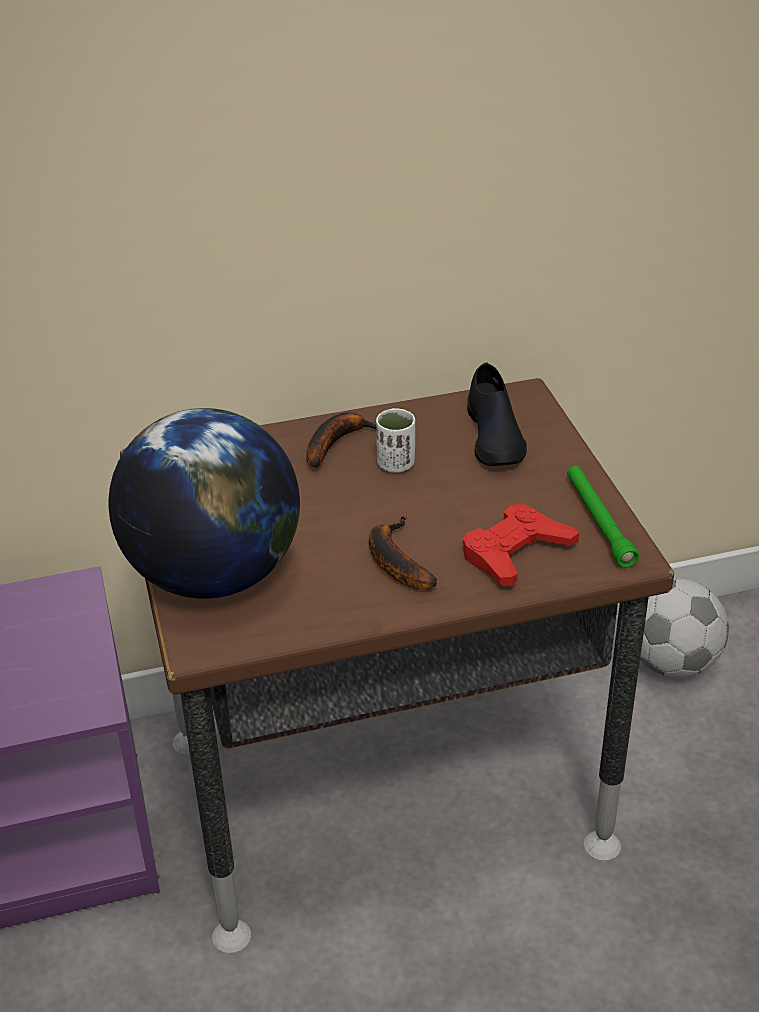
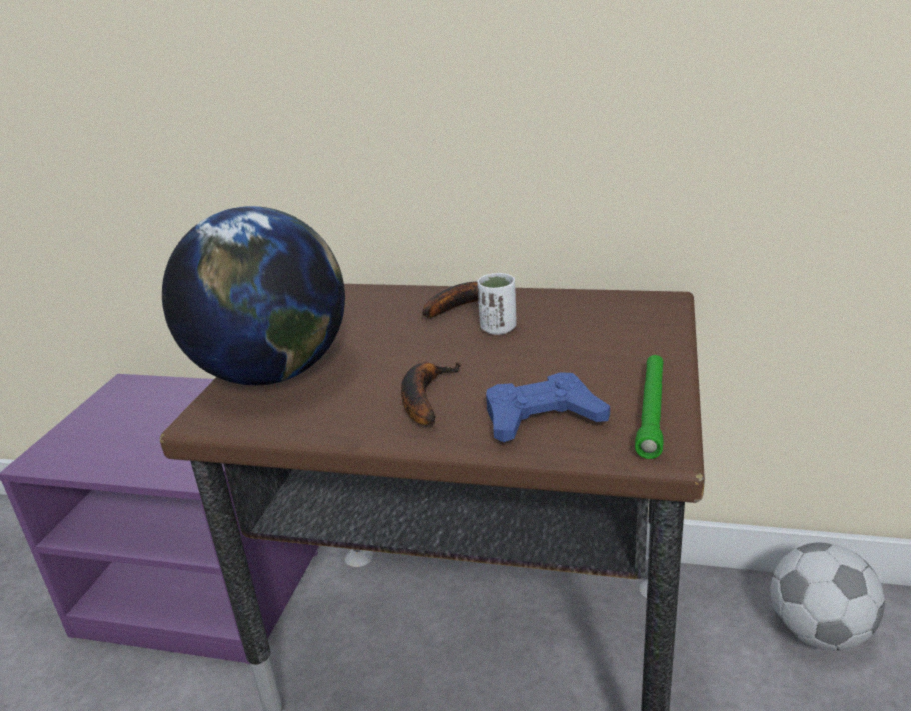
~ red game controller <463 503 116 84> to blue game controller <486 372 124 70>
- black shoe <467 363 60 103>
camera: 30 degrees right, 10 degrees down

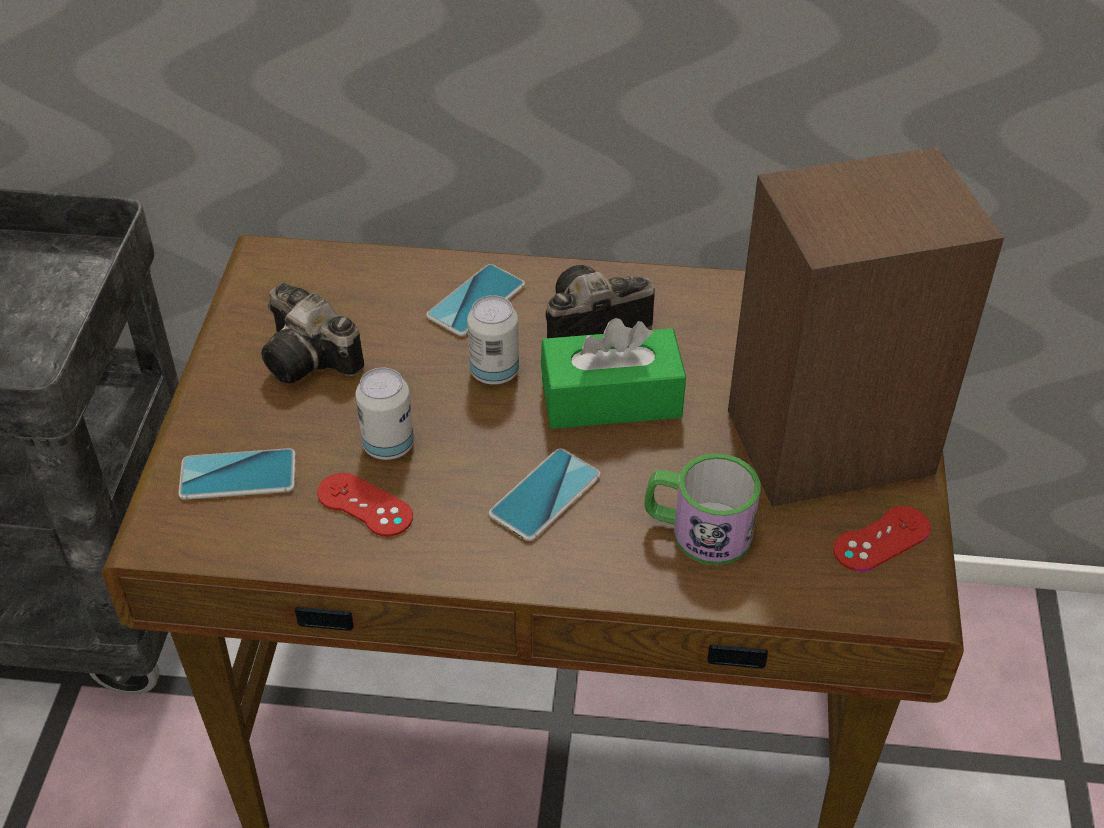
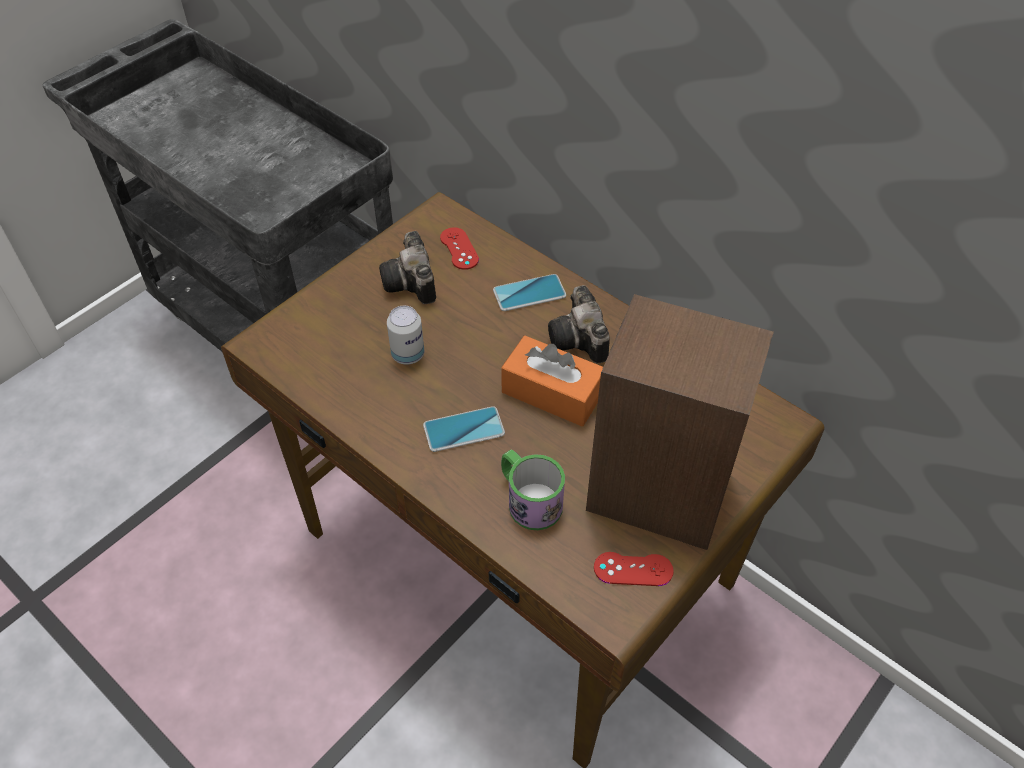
- phone <178 448 118 52>
~ red game controller <317 473 96 64> to <440 227 39 43>
- can <467 295 52 90>
~ green tissue box <541 318 145 111> to orange tissue box <501 336 102 90>
~ photo camera <545 265 110 73> = <548 285 62 78> 120 degrees counterclockwise
camera: 35 degrees right, 5 degrees up

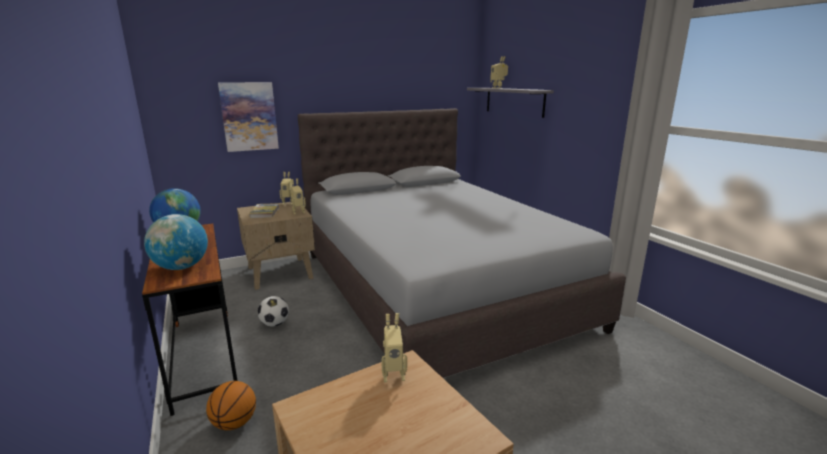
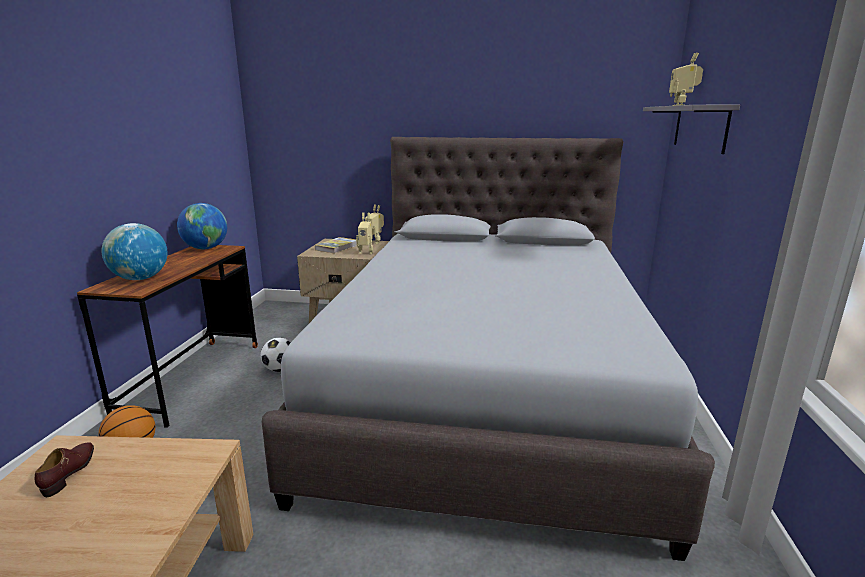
- picture <218 82 61 70>
- toy robot <381 313 26 70>
+ brown shoe <35 442 59 55>
camera: 35 degrees right, 0 degrees up

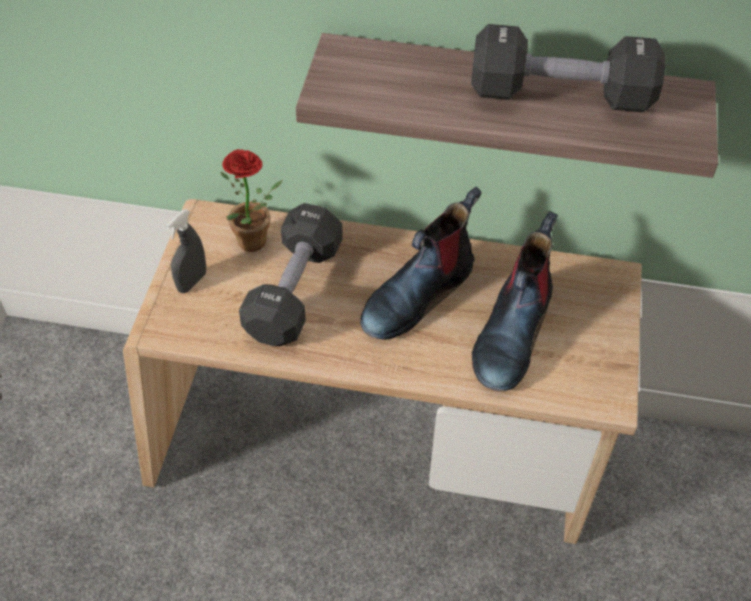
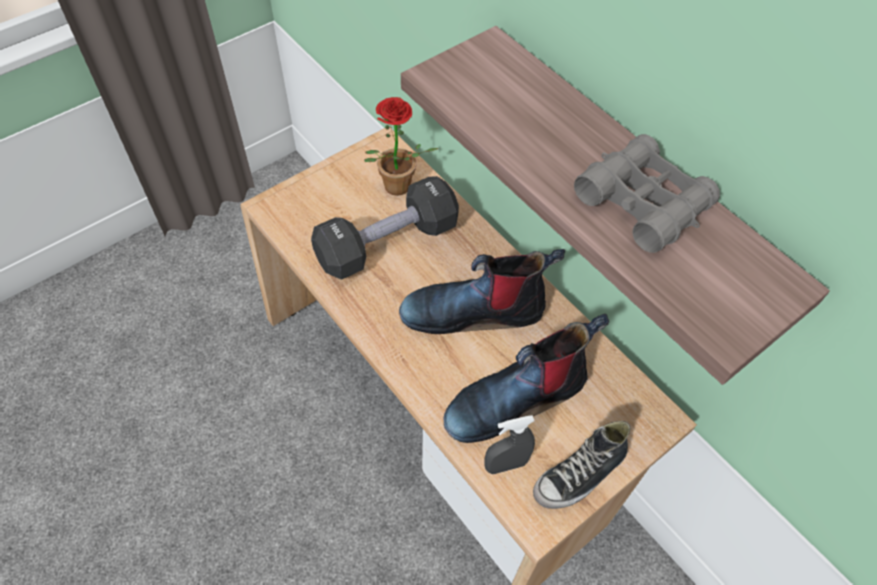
~ grey spray bottle <166 209 40 84> to <484 415 51 59>
~ black dumbbell <471 24 195 88> to grey binoculars <574 134 146 119>
+ shoe <533 421 97 88>
camera: 40 degrees right, 5 degrees up

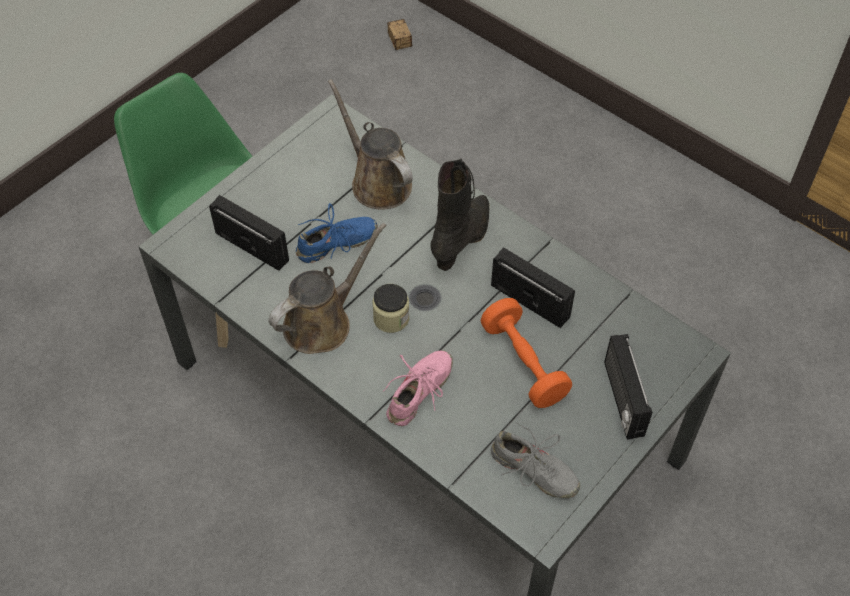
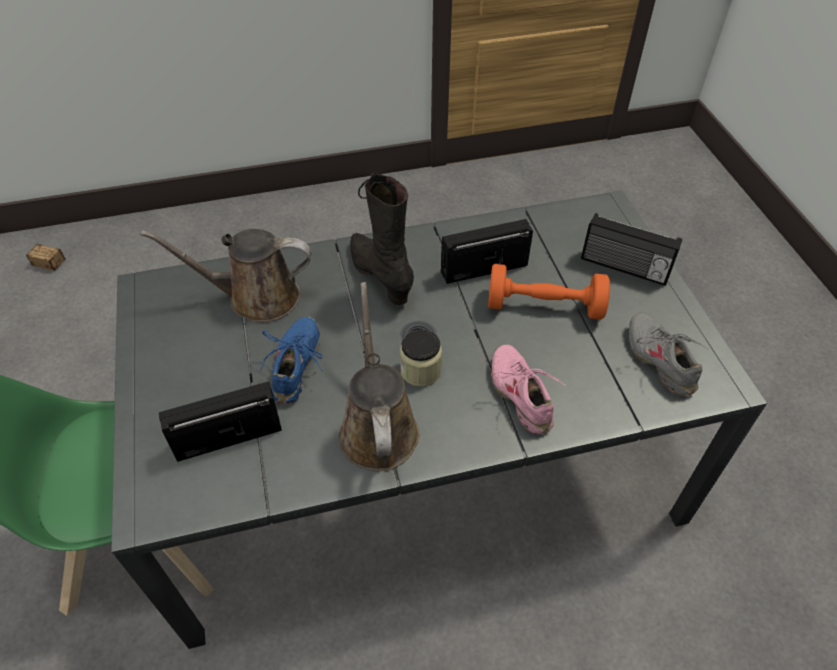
~ grey shoe <491 422 89 76> = <629 312 79 84> 90 degrees counterclockwise
camera: 55 degrees left, 5 degrees down

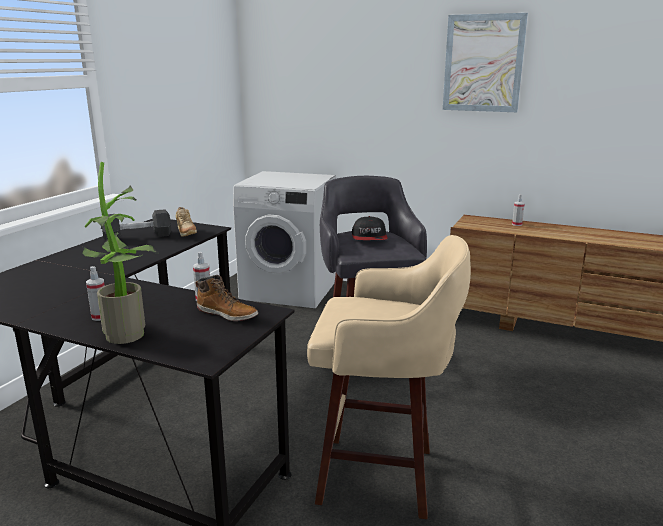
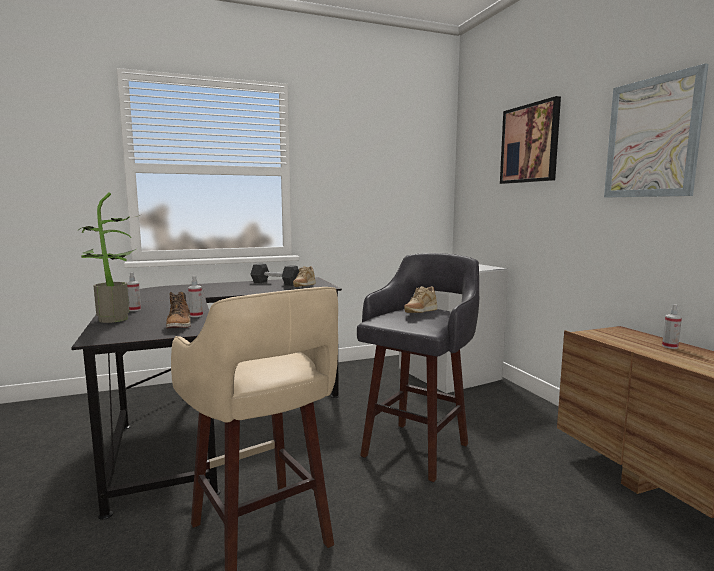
~ cap <352 216 36 24> to beige shoe <404 286 33 27>
+ picture <500 96 61 88>
camera: 45 degrees right, 10 degrees down

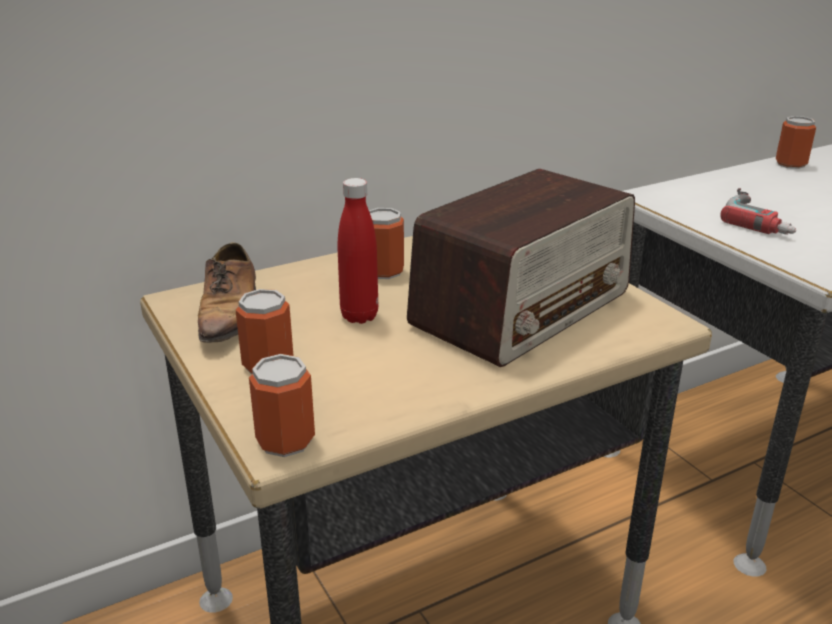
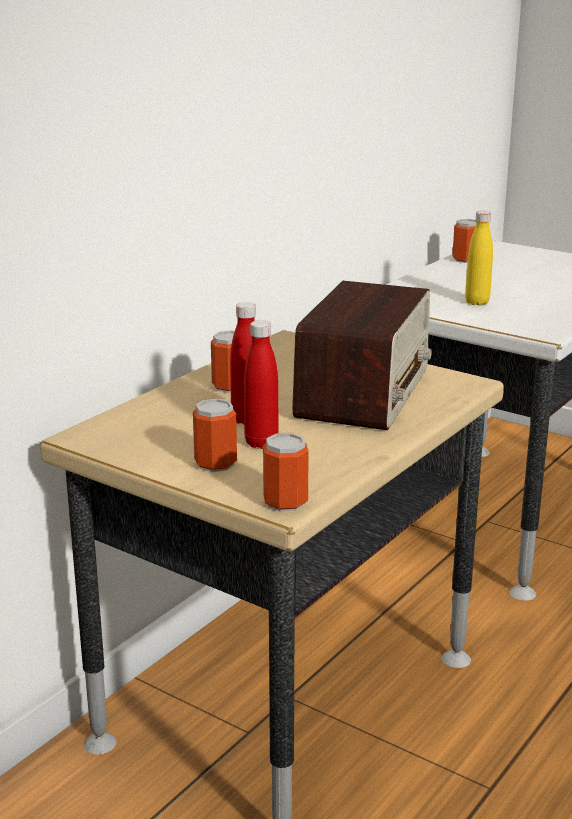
- shoe <198 242 58 110>
~ power drill <720 188 76 47> to yellow bottle <465 211 28 95>
+ red bottle <244 320 35 129>
camera: 25 degrees left, 5 degrees down

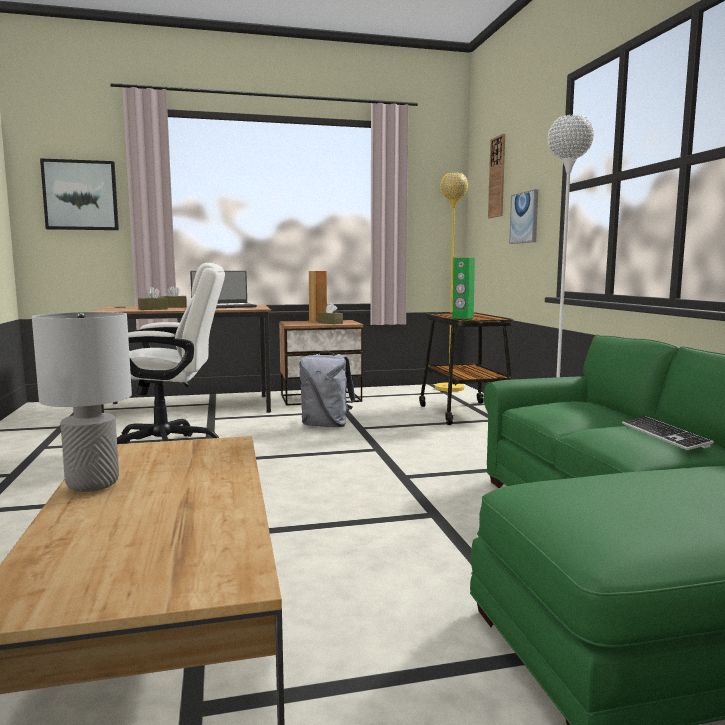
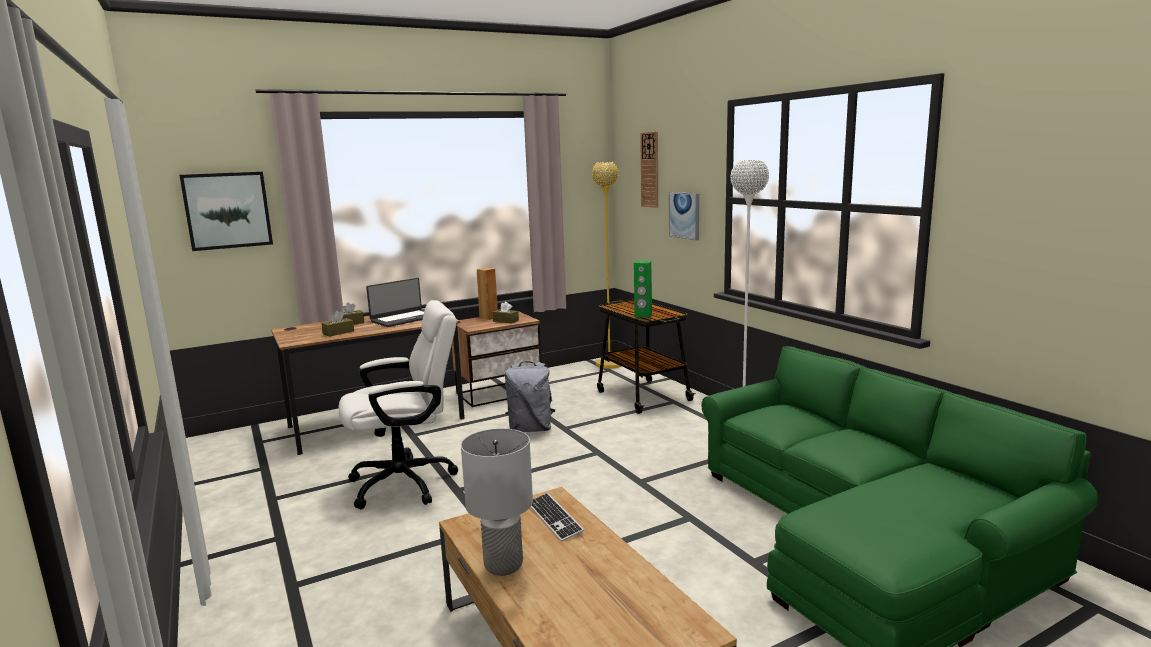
~ keyboard <622 416 92 34> to <531 493 53 49>
camera: 15 degrees left, 5 degrees up

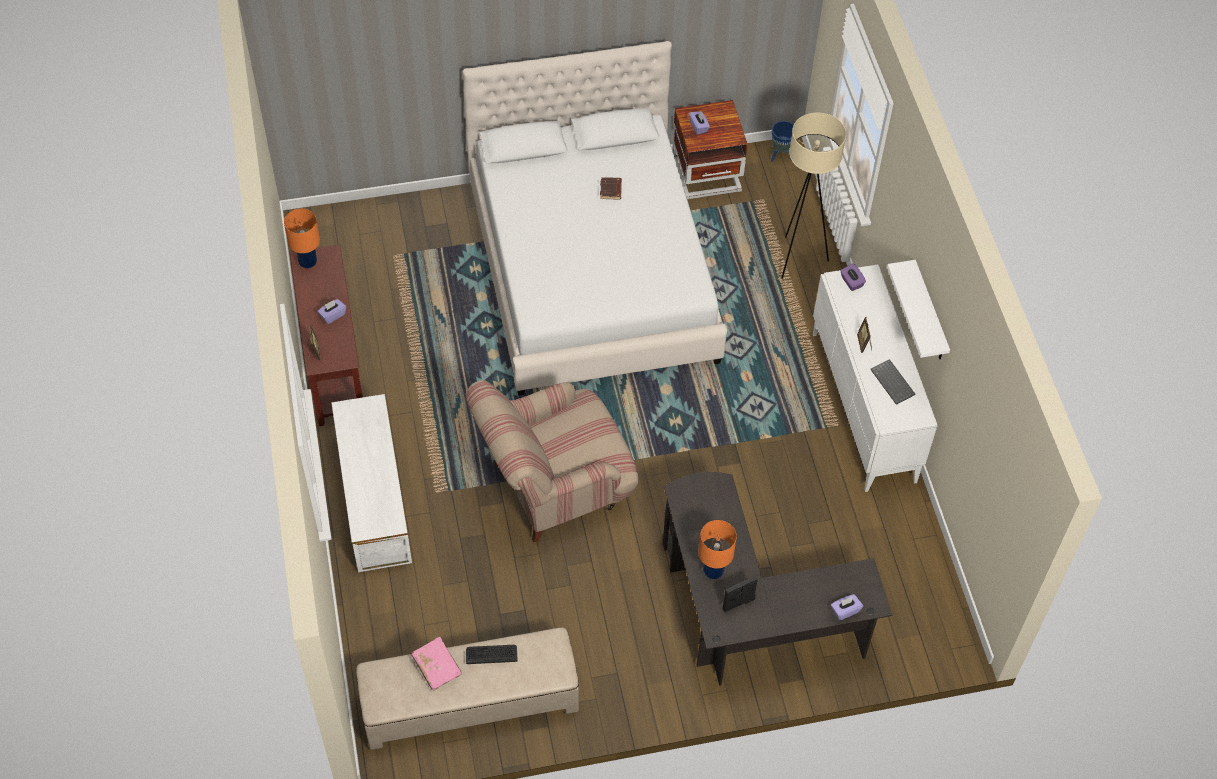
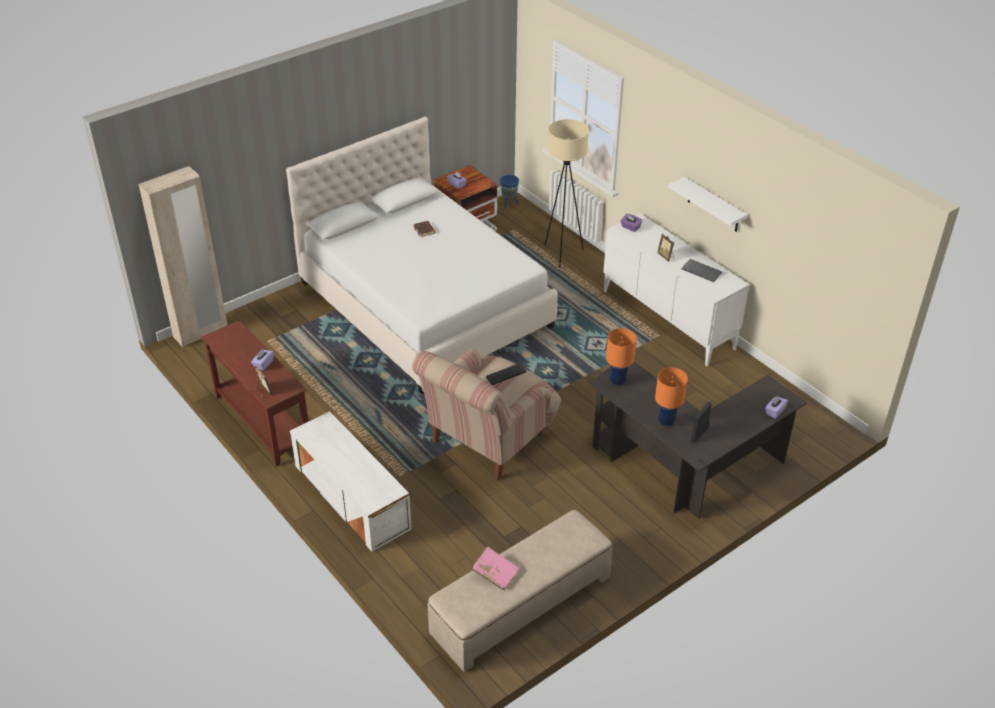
~ orange table lamp <284 209 36 59> to <606 328 31 58>
~ keyboard <466 645 52 19> to <486 364 40 21>
+ beige wardrobe <139 166 88 181>
camera: 25 degrees left, 15 degrees down

